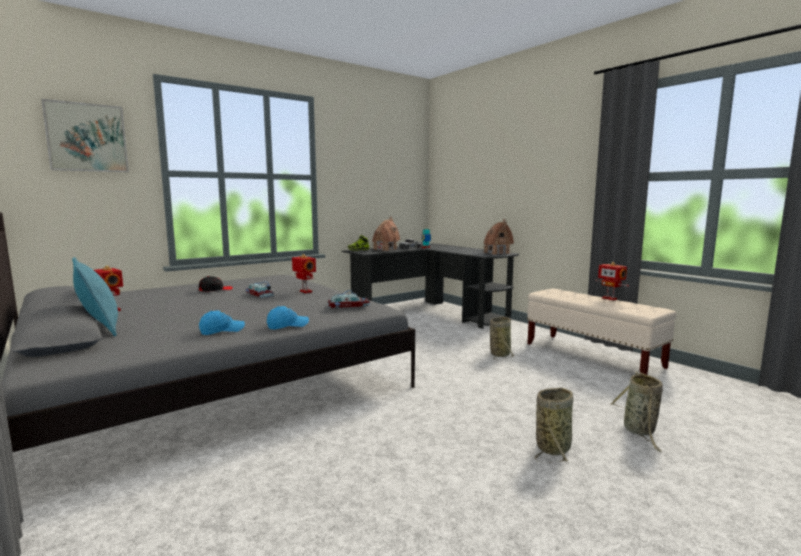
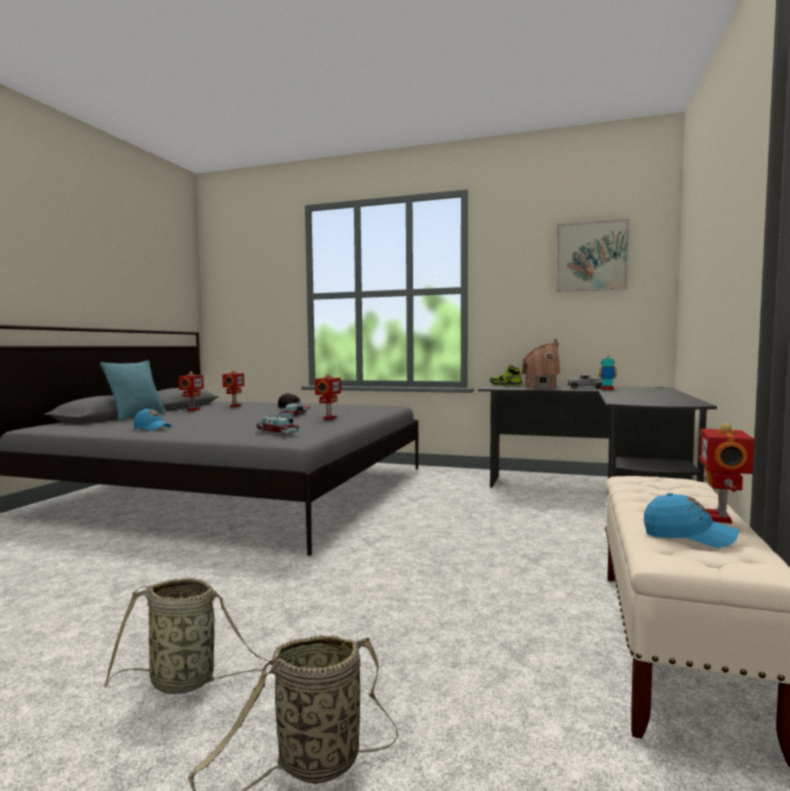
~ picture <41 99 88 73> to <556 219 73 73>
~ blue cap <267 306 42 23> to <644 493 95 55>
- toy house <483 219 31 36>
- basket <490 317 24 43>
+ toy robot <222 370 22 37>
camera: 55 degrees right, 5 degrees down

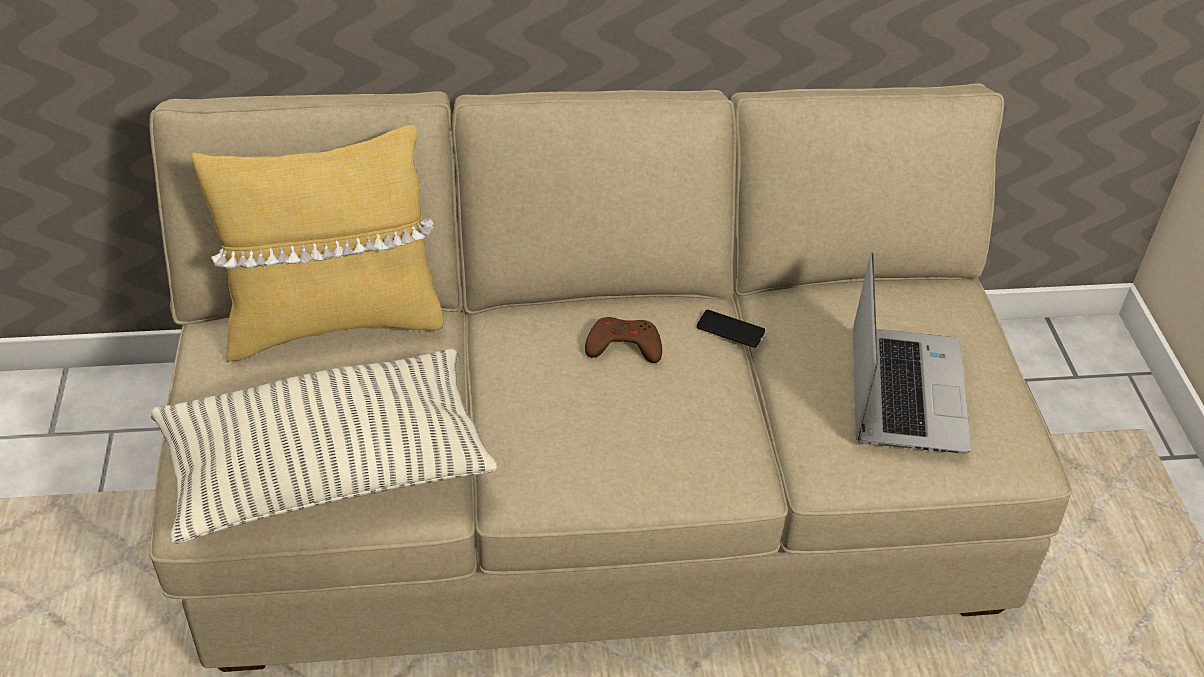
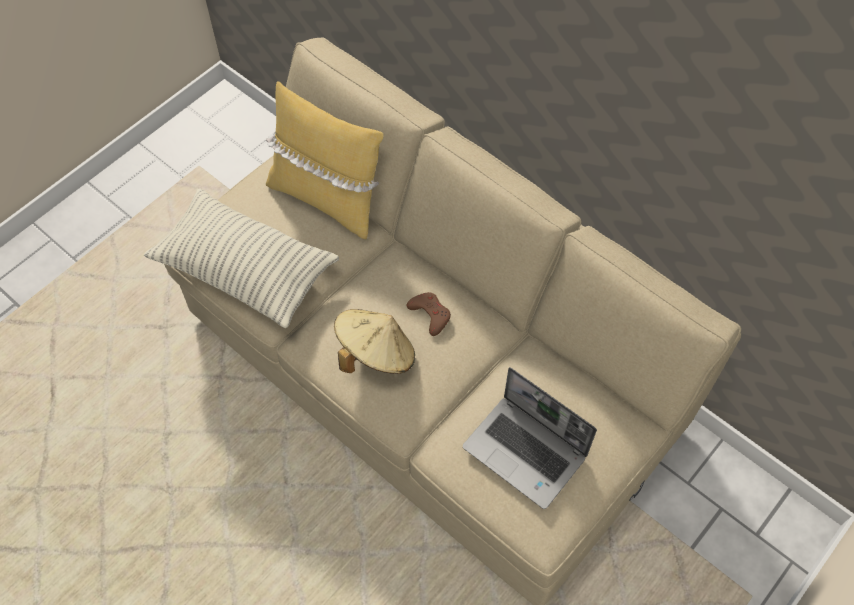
- phone <697 310 68 38>
~ laptop <853 253 118 201> = <463 367 134 142> 75 degrees clockwise
+ beige hat <334 309 81 65>
camera: 50 degrees right, 15 degrees up

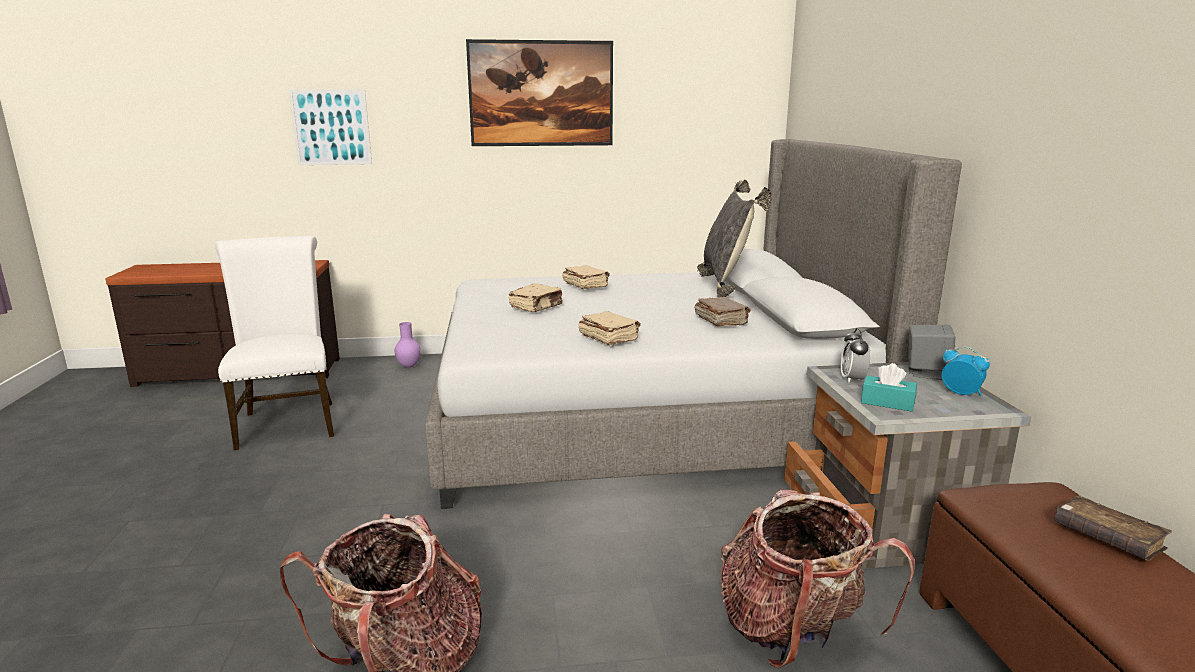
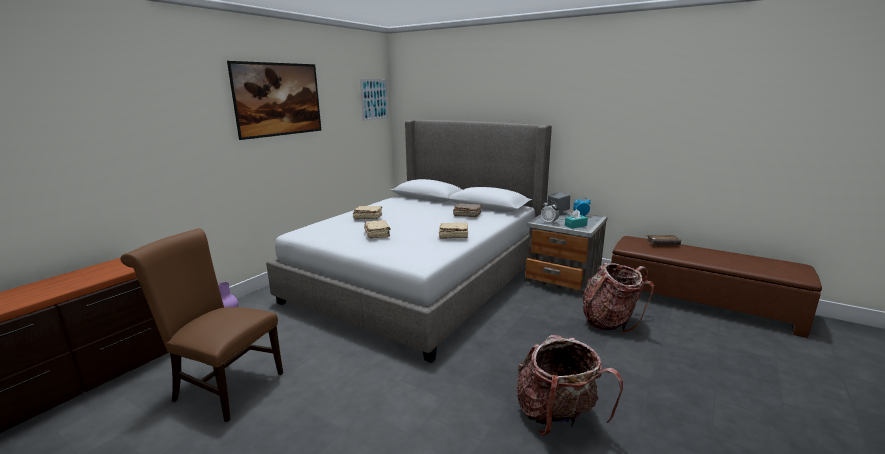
~ white chair <215 236 119 214> to brown chair <120 228 163 194>
~ picture <288 89 84 76> to <360 79 28 42>
- pillow <697 180 75 118>
camera: 50 degrees left, 0 degrees up

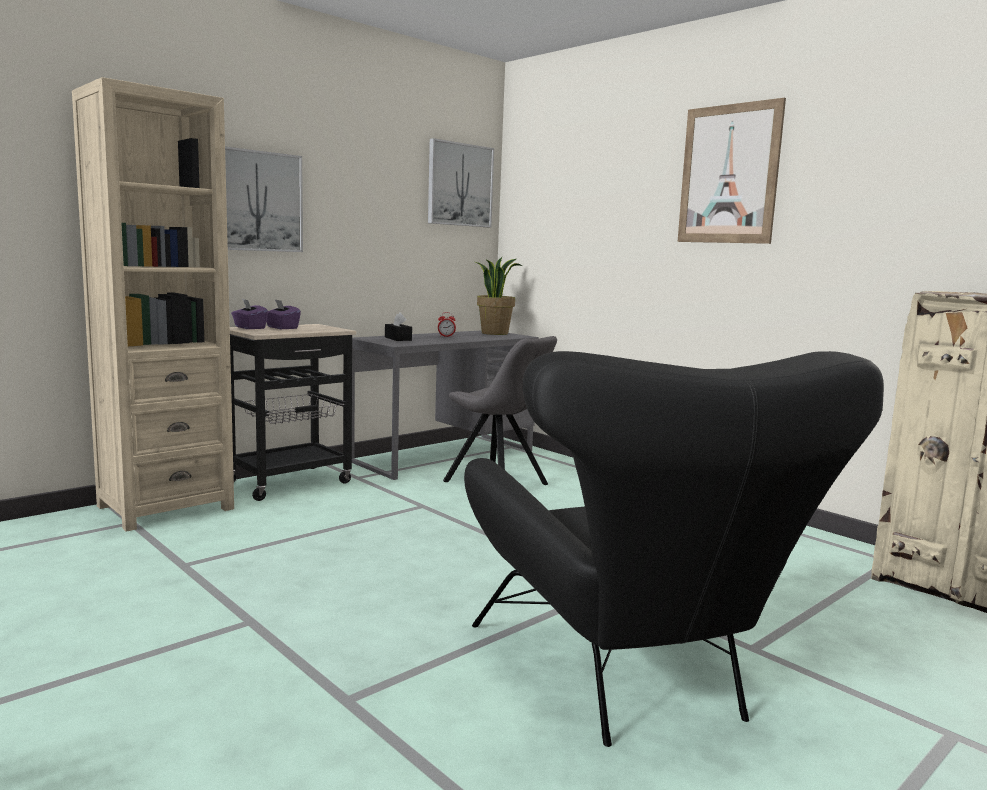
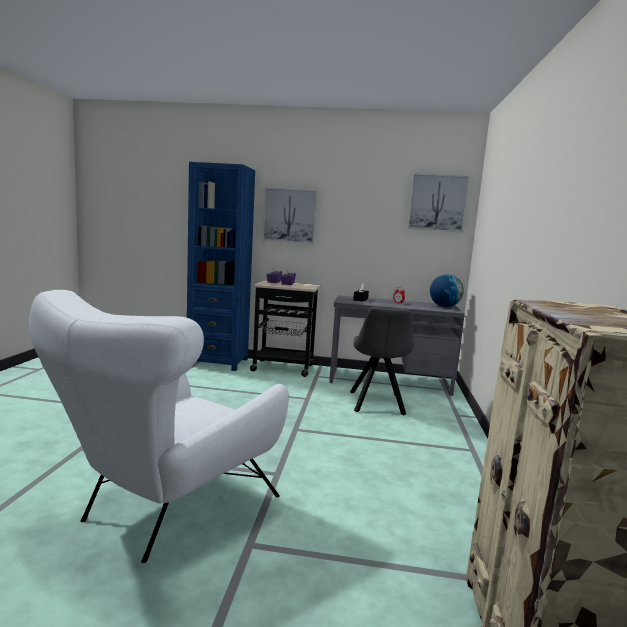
~ beige bookcase <72 77 162 455> to blue bookcase <187 162 68 209>
~ black armchair <464 351 420 396> to white armchair <29 290 260 273>
~ potted plant <475 257 47 78> to globe <430 274 34 33>
- picture <677 98 109 146>
camera: 50 degrees right, 0 degrees up

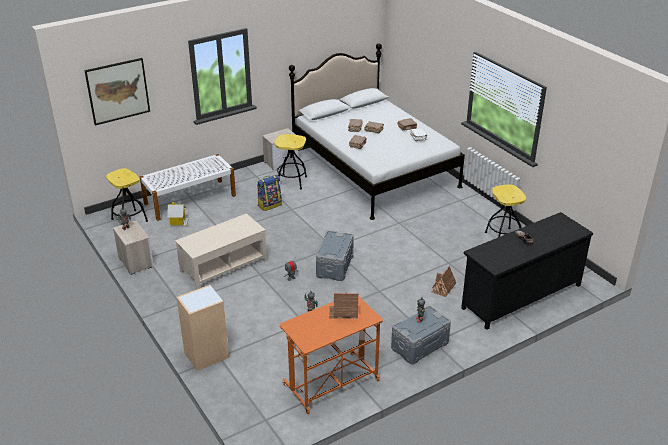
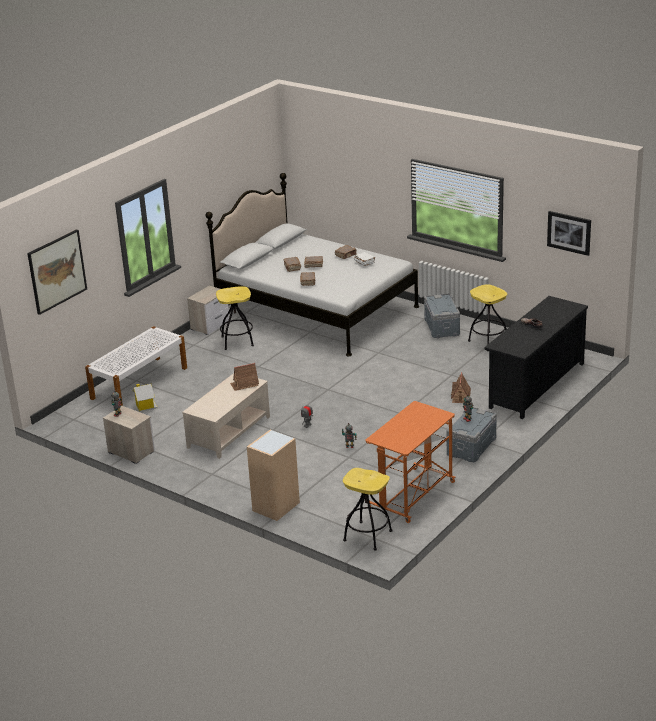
~ yellow stool <106 168 42 54> to <343 468 49 83>
- backpack <257 175 25 36>
~ grey storage box <316 231 38 50> to <424 294 36 44>
~ toy house <329 292 30 27> to <230 363 29 28>
+ picture <547 211 44 45>
camera: 20 degrees left, 5 degrees down

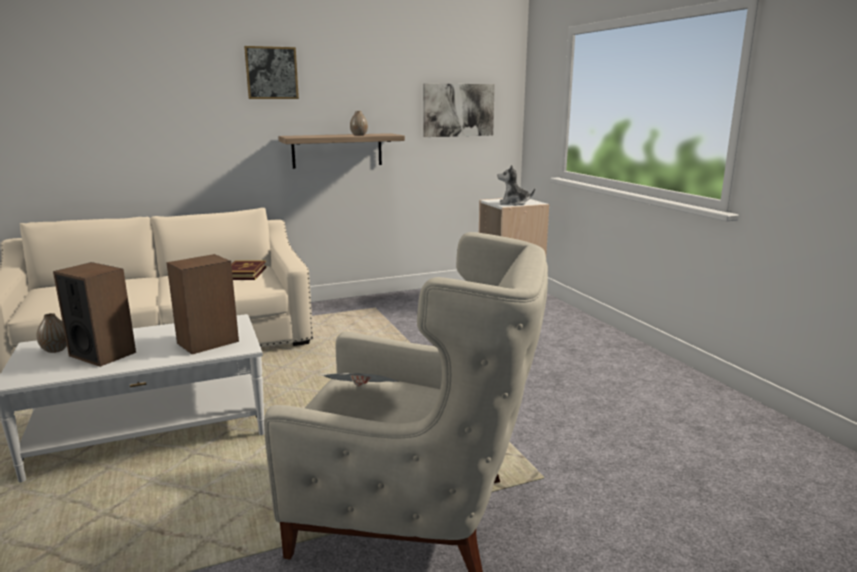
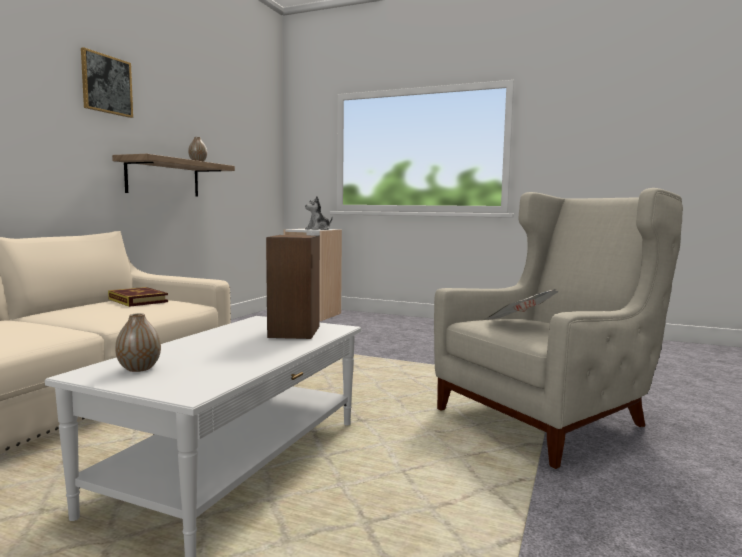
- speaker <53 262 83 105>
- picture <423 84 72 53>
camera: 45 degrees left, 10 degrees down

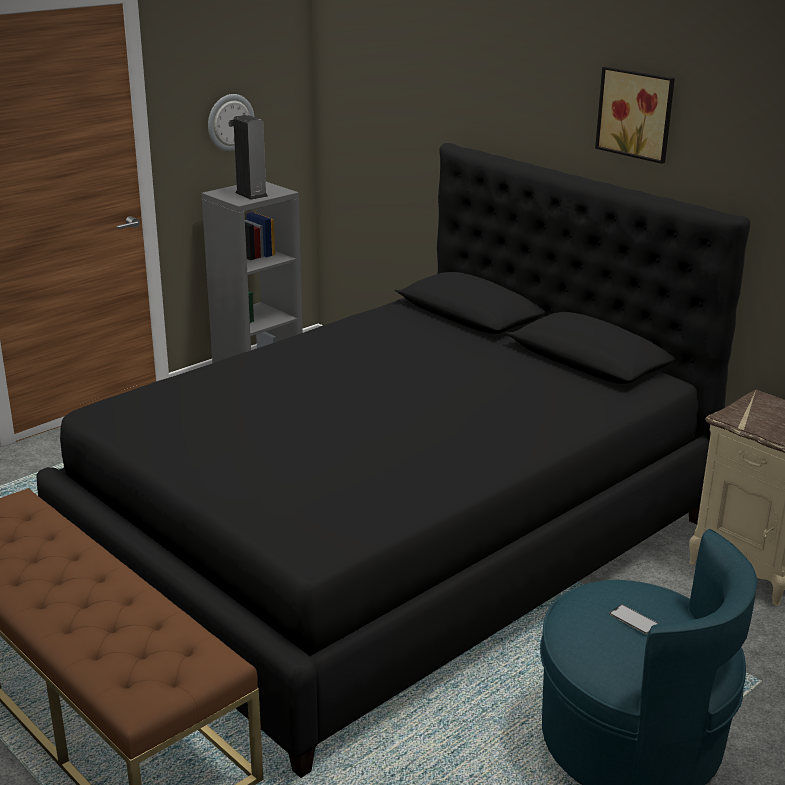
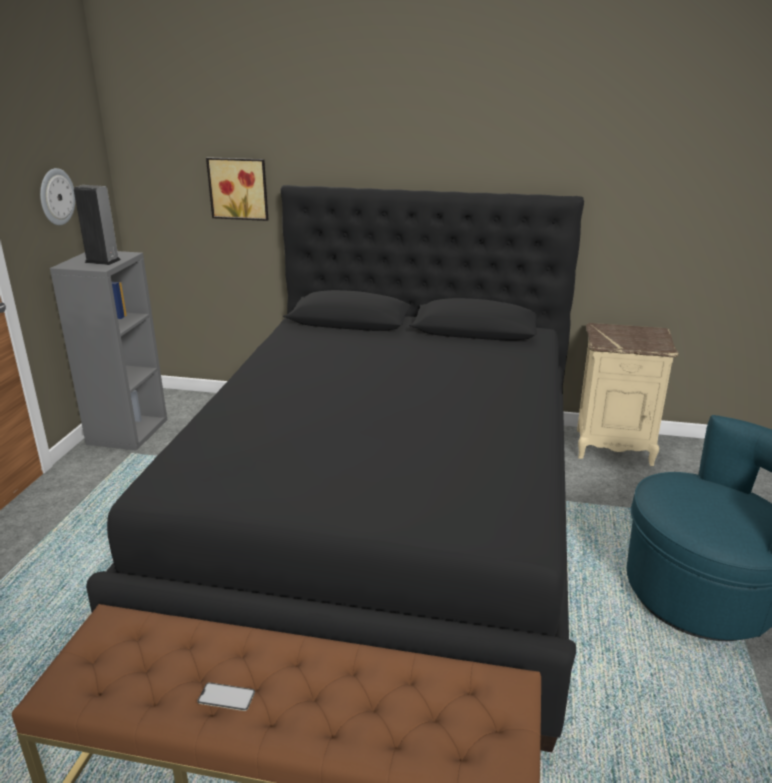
~ picture <595 66 80 98> to <206 157 63 64>
~ phone <609 604 50 30> to <197 682 58 29>
camera: 35 degrees left, 0 degrees up

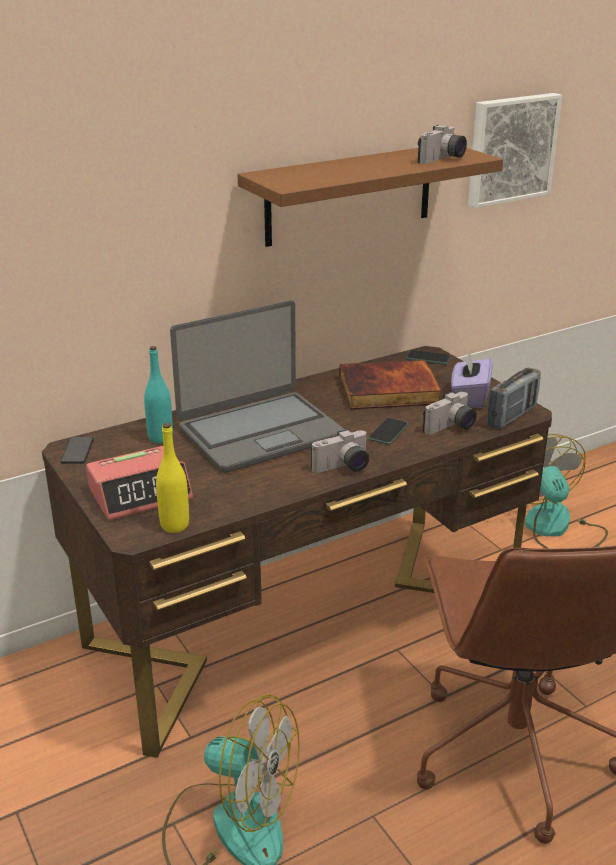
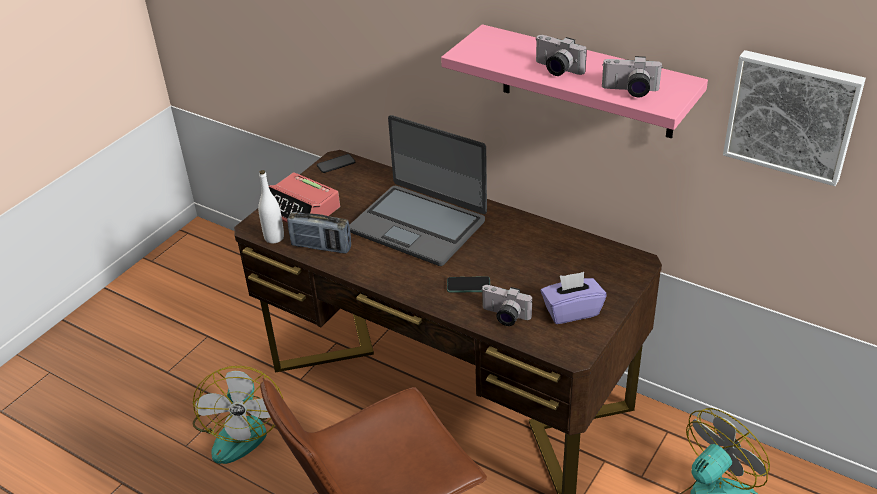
- turquoise bottle <144 346 29 97>
~ yellow bottle <156 423 33 110> to white bottle <258 170 26 73>
~ brown shelf <237 148 266 99> to pink shelf <441 24 267 114>
~ photo camera <311 429 58 44> to <535 35 52 41>
- book <339 360 103 49>
- phone <406 350 44 15>
~ radio <487 368 54 61> to <287 212 64 42>
camera: 65 degrees right, 10 degrees up

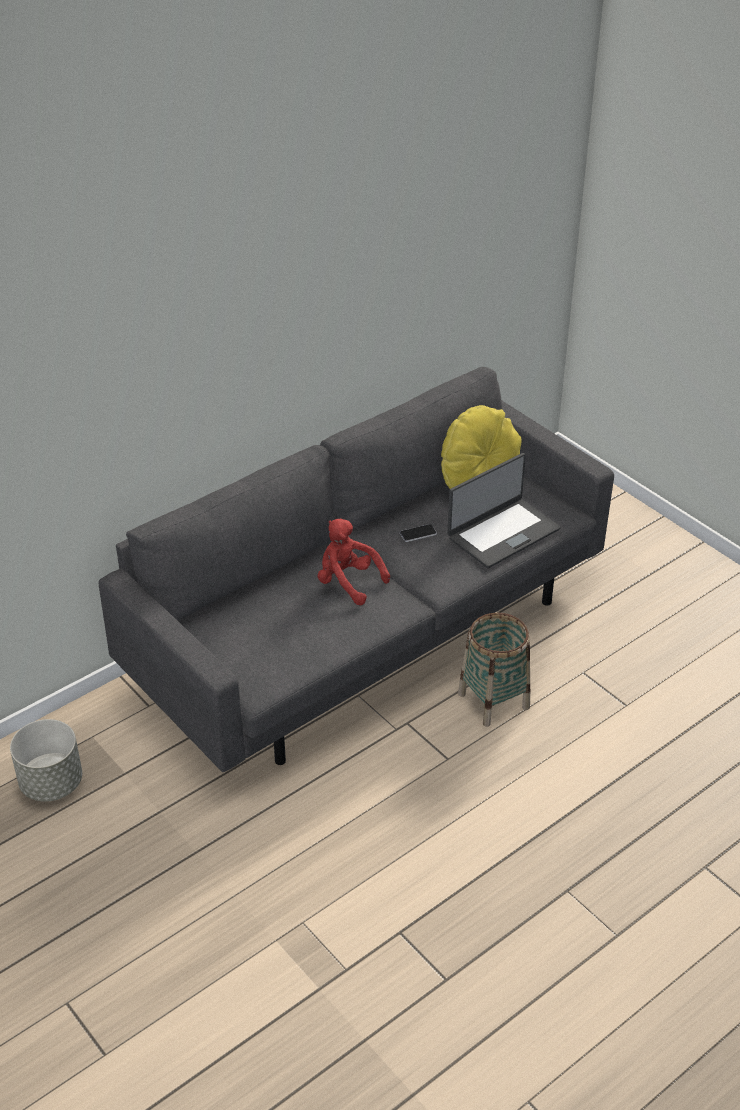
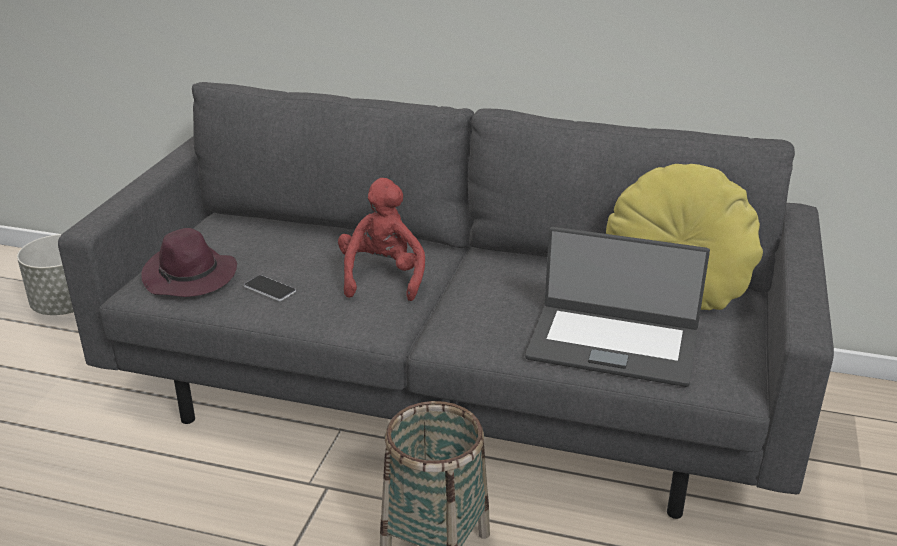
~ phone <400 524 37 18> to <244 275 52 26>
+ purple hat <141 228 96 69>
camera: 55 degrees right, 10 degrees down

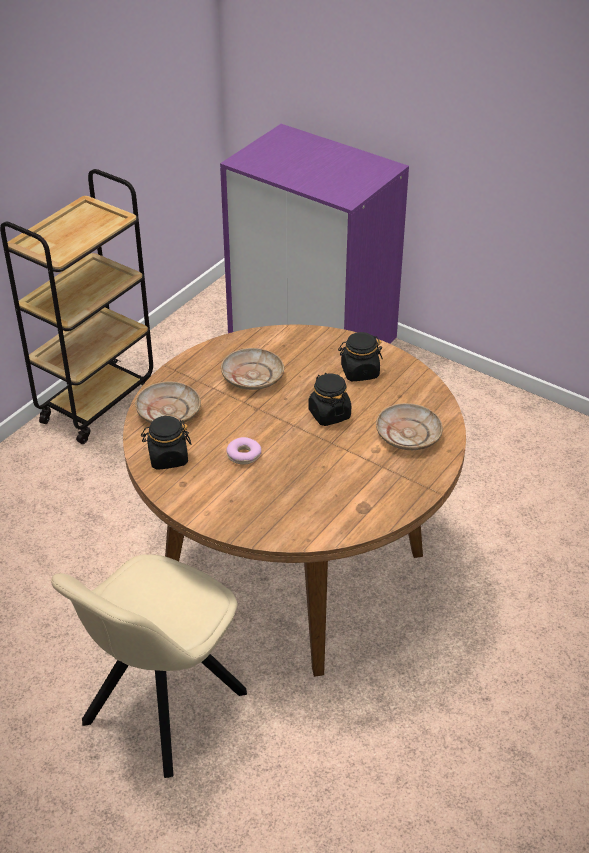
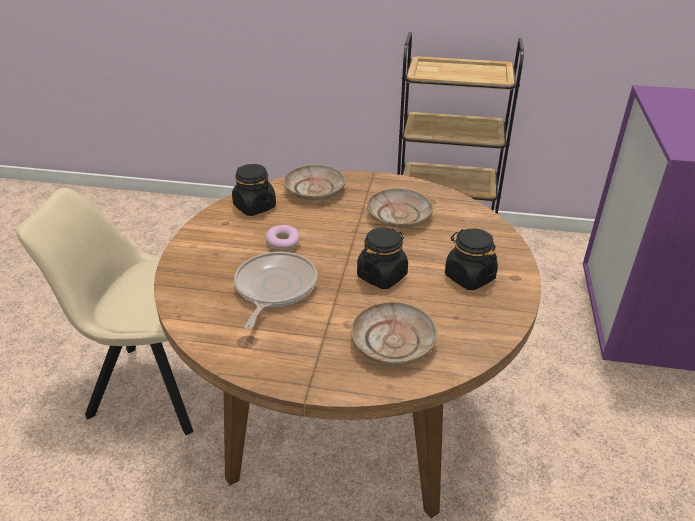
+ frying pan <234 251 83 79>
camera: 65 degrees right, 5 degrees down

